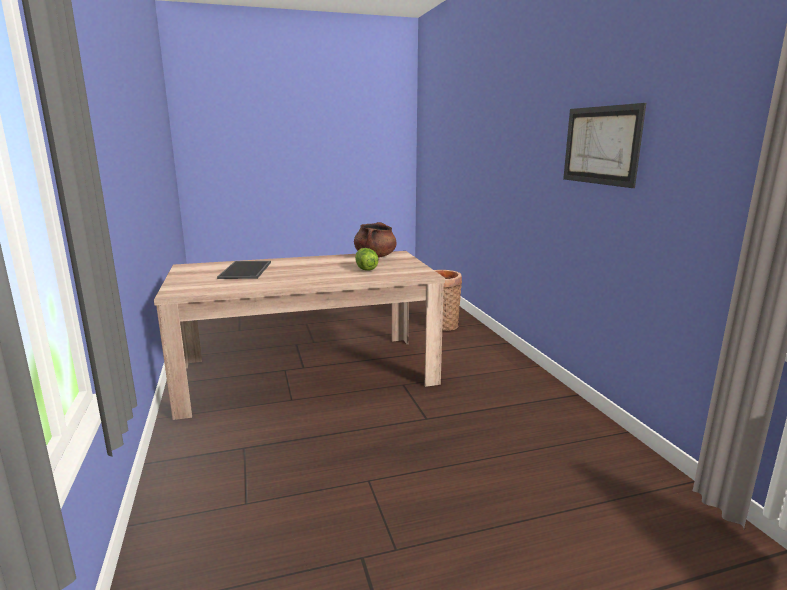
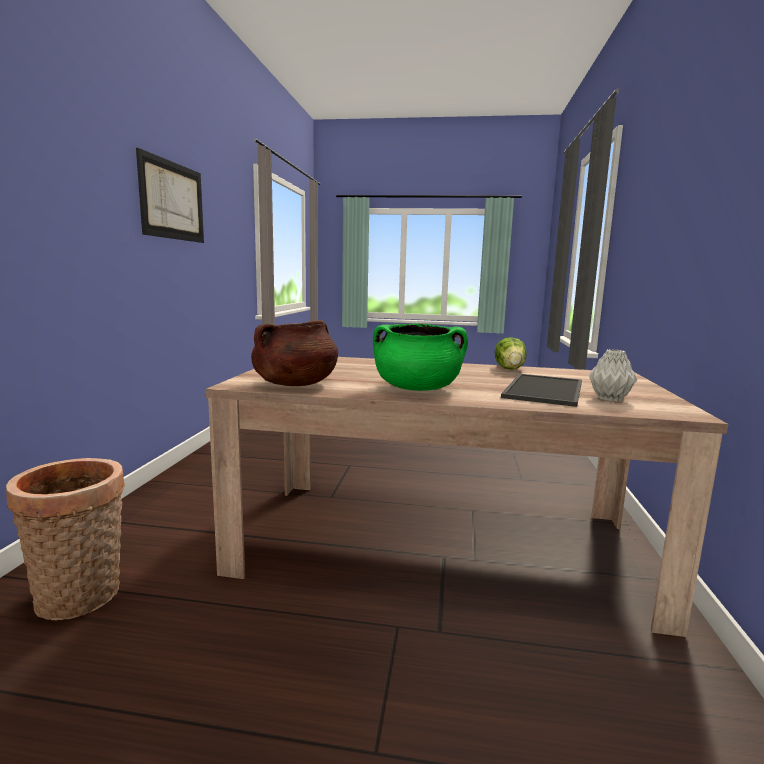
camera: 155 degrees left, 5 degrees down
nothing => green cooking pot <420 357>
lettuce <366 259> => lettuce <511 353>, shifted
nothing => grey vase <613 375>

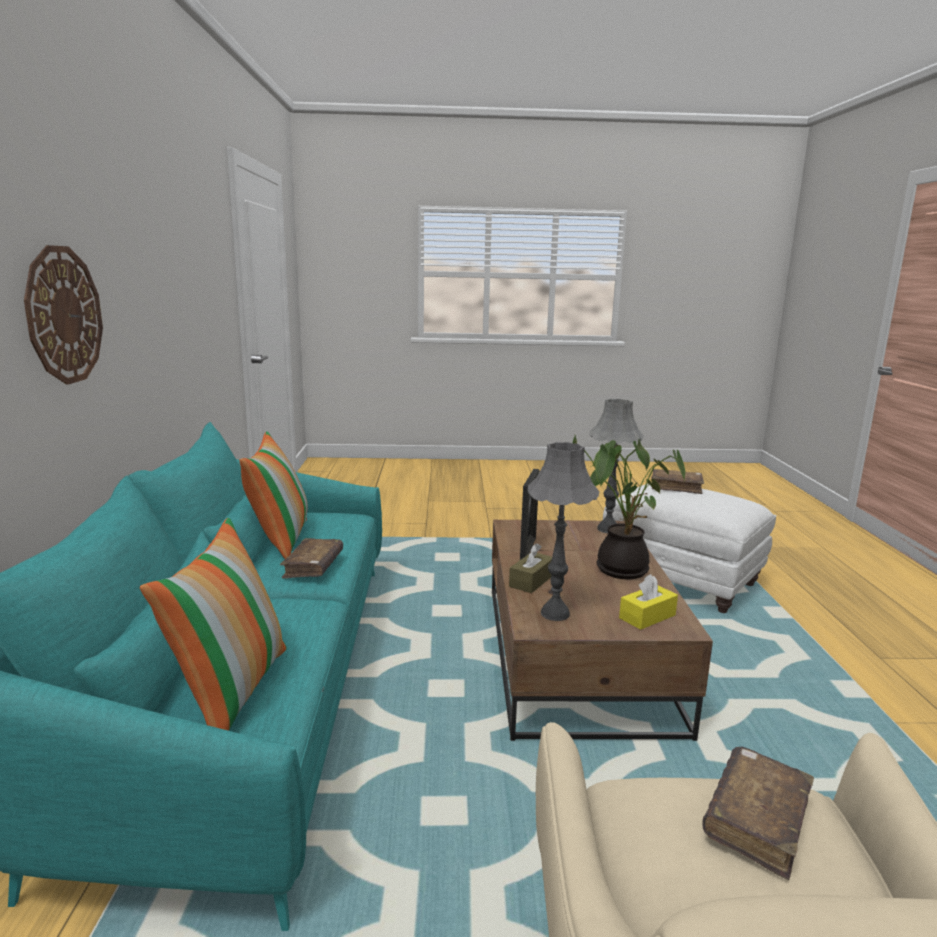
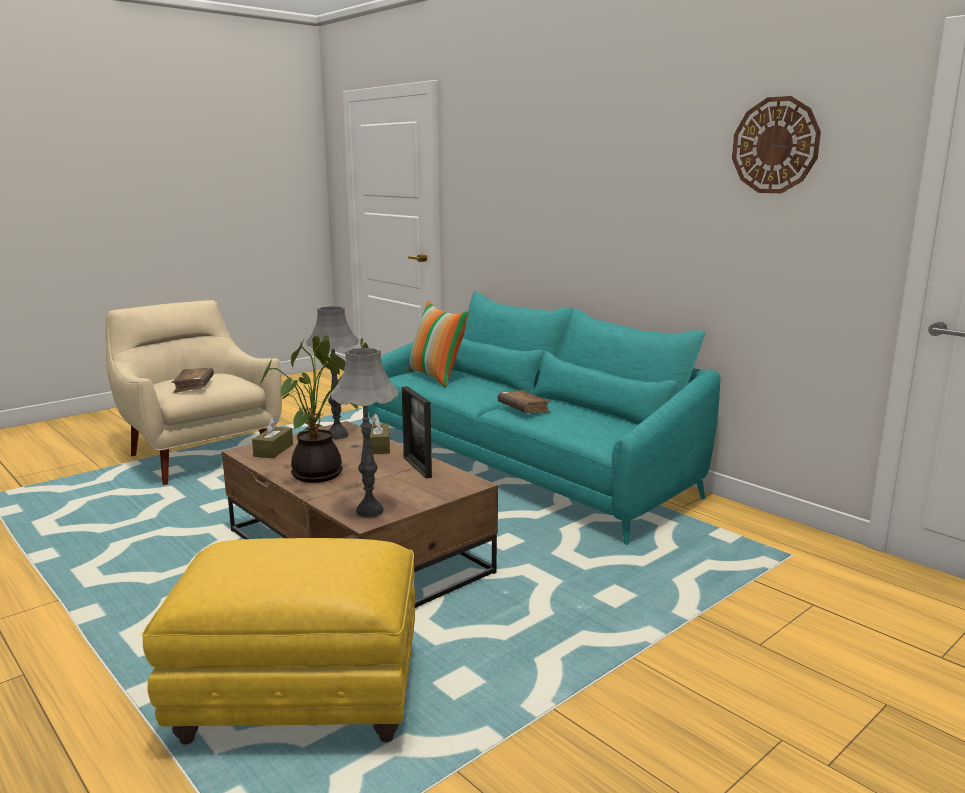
camera: 140 degrees right, 0 degrees up
white ottoman <689 548> => yellow ottoman <278 641>
yellow tissue box <648 602> => brown tissue box <272 437>
wall clock <63 315> => wall clock <776 144>, shifted
pillow <273 495> => nothing
brown book <677 481> => nothing

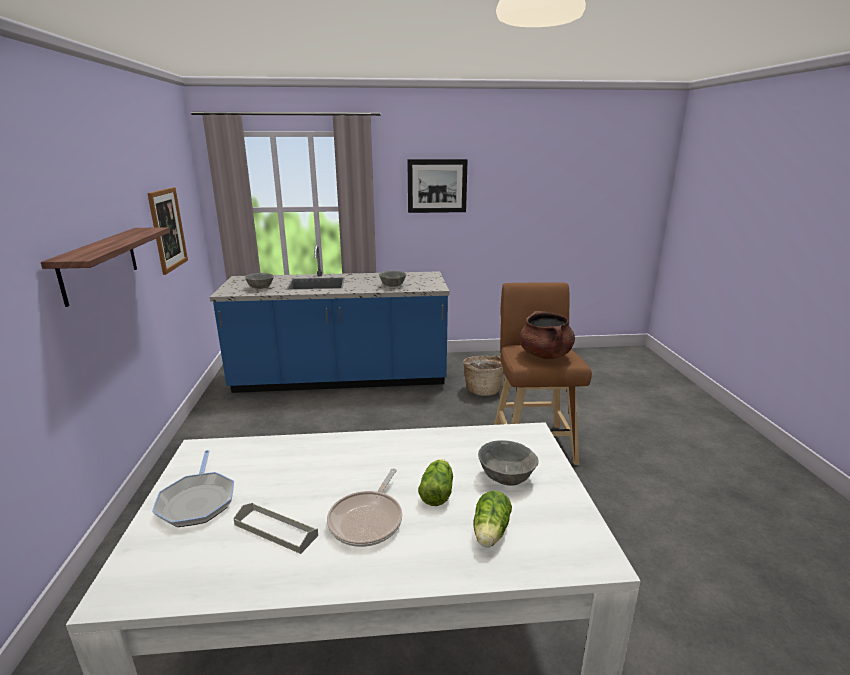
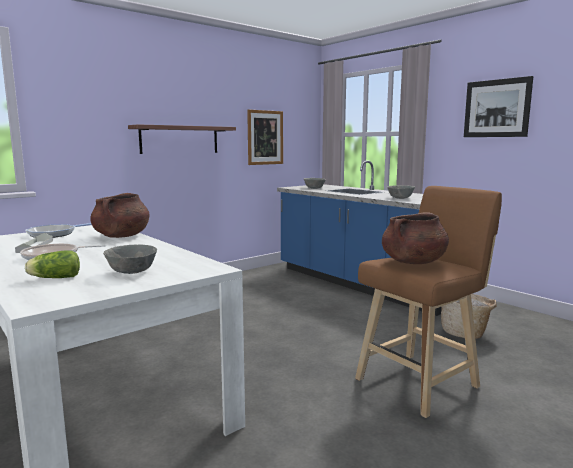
camera: 55 degrees right, 10 degrees down
nothing => brown cooking pot <120 215>
lettuce <435 482> => nothing

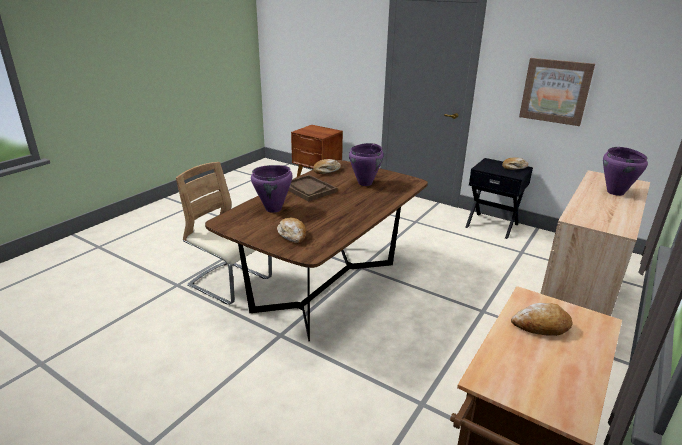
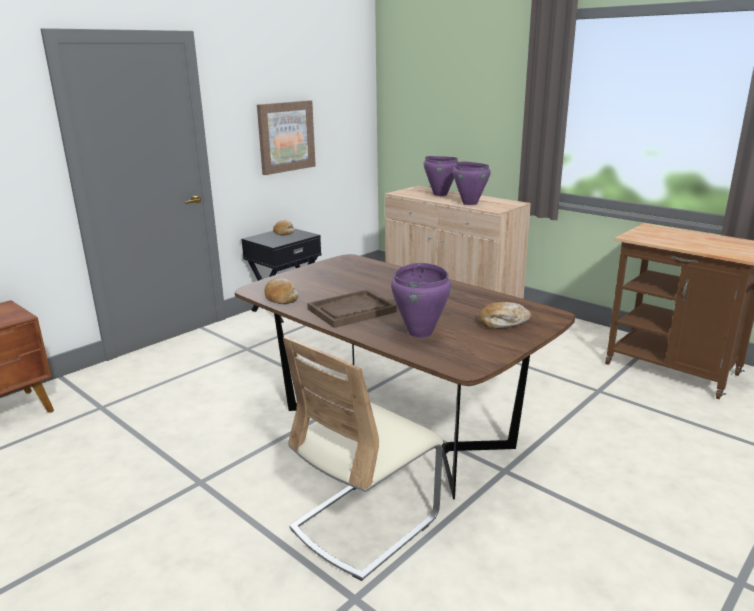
camera: 80 degrees left, 5 degrees down
purple cooking pot <366 164> => purple cooking pot <472 183>, shifted
bread <542 319> => nothing

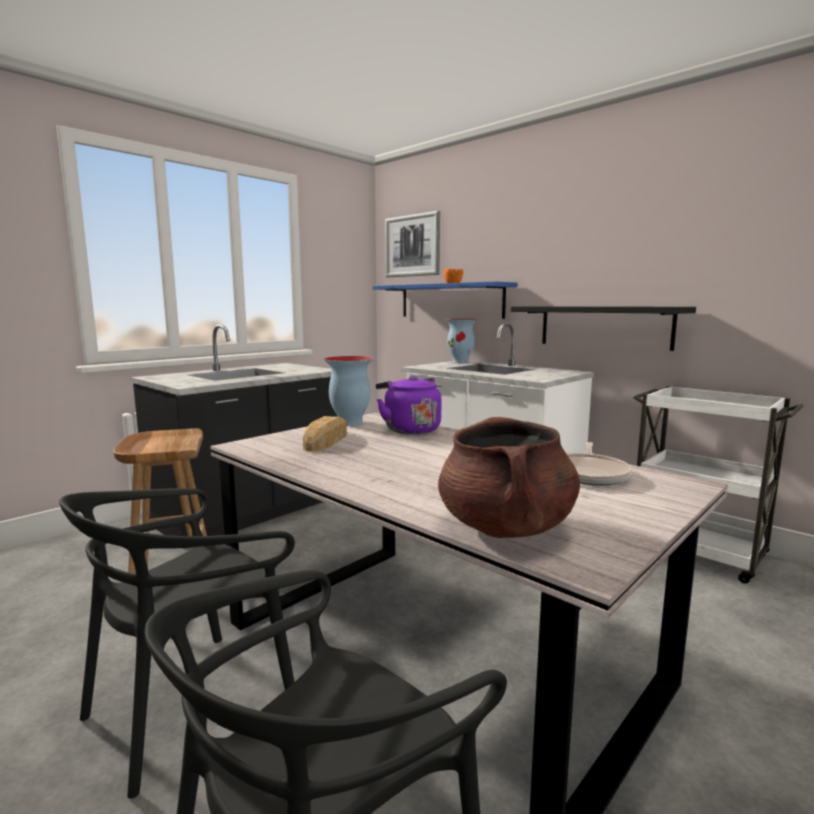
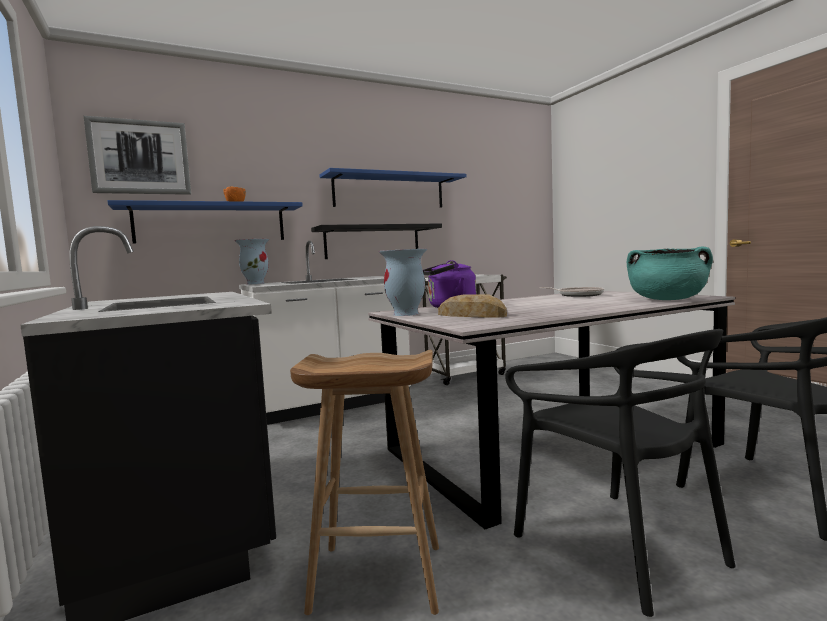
camera: 70 degrees left, 5 degrees down
nothing => blue shelf <393 188>
brown cooking pot <509 477> => turquoise cooking pot <670 273>

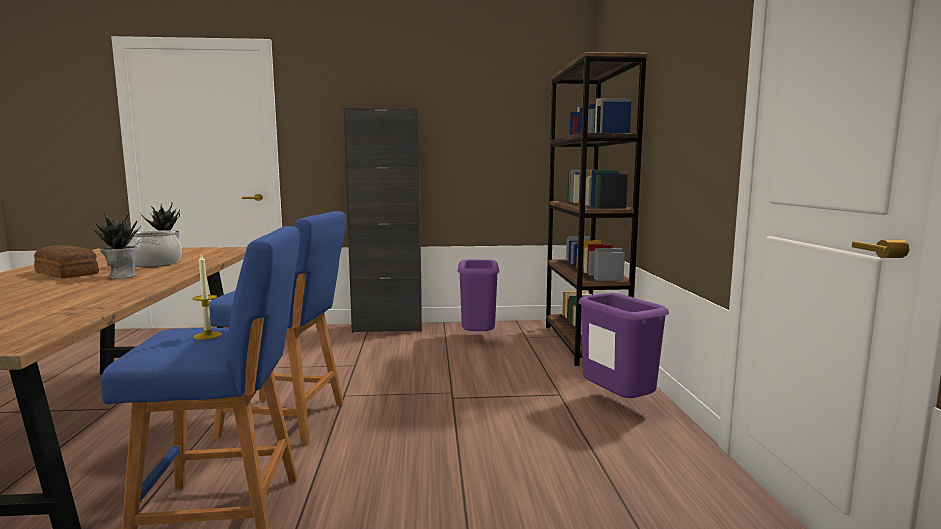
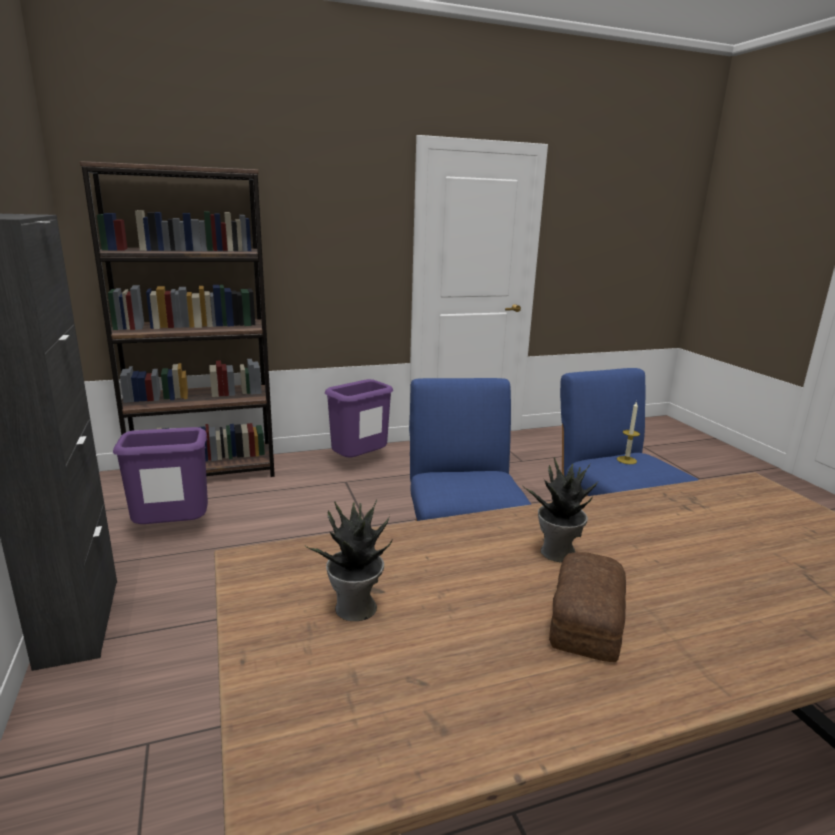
camera: 105 degrees left, 10 degrees up
cooking pot <154 248> => nothing

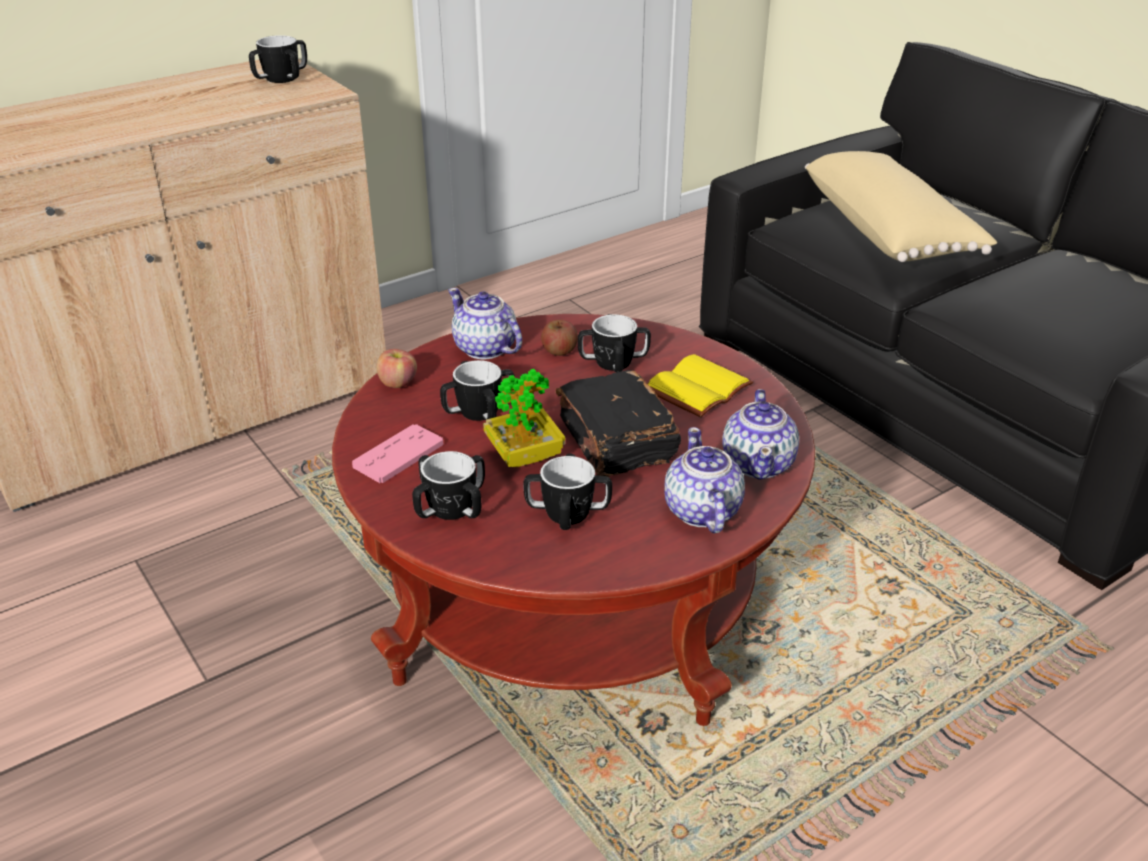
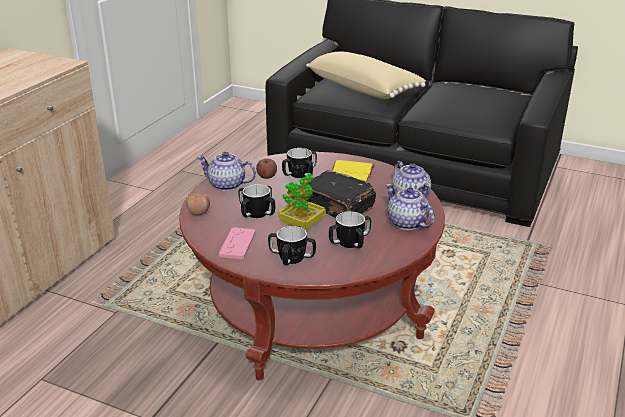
camera: 30 degrees left, 5 degrees down
mug <278 59> => nothing

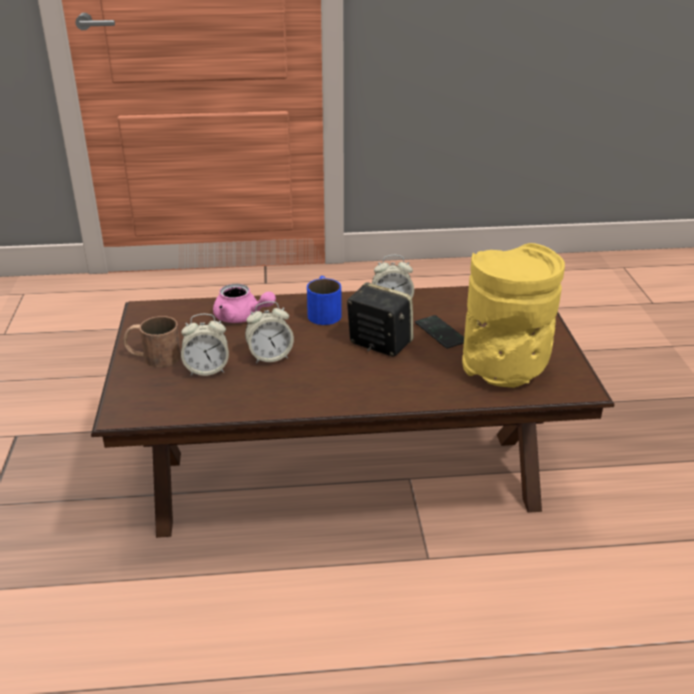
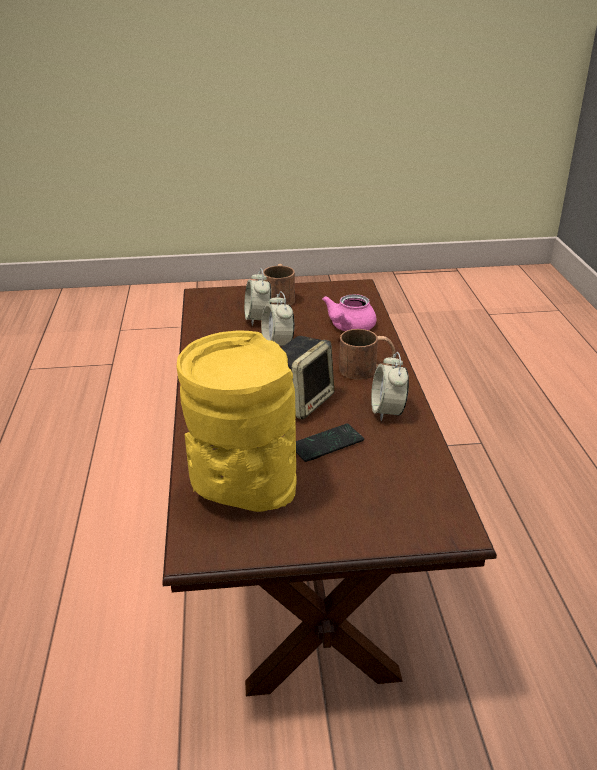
camera: 90 degrees right, 0 degrees up
blue mug <324 300> => brown mug <367 354>

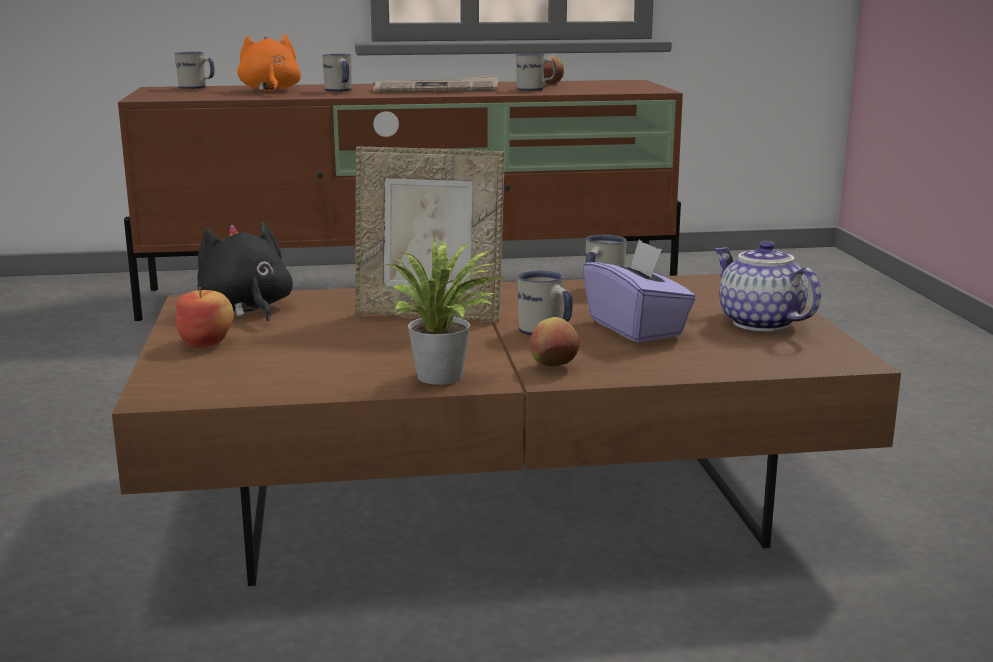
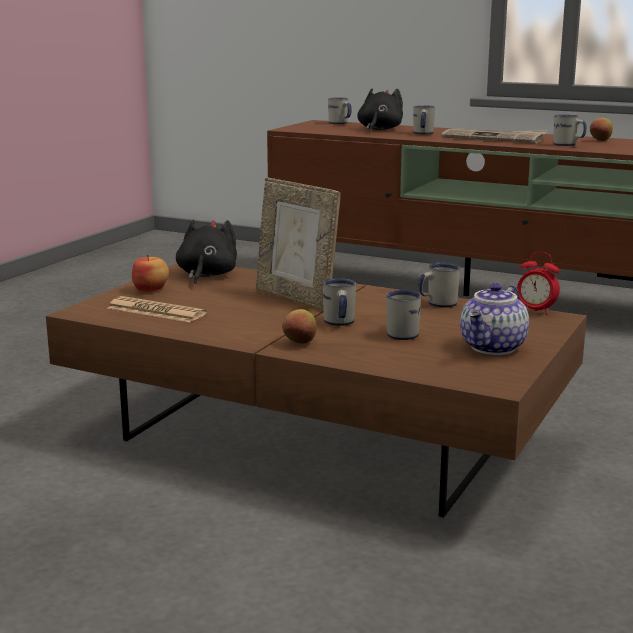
camera: 35 degrees right, 0 degrees up
nothing => newspaper <157 309>
orange plush toy <269 62> => black plush toy <380 110>
purple tissue box <639 291> => white mug <403 315>
teapot <768 286> => teapot <494 319>, 150 degrees counterclockwise
nothing => alarm clock <538 283>
potted plant <445 310> => nothing

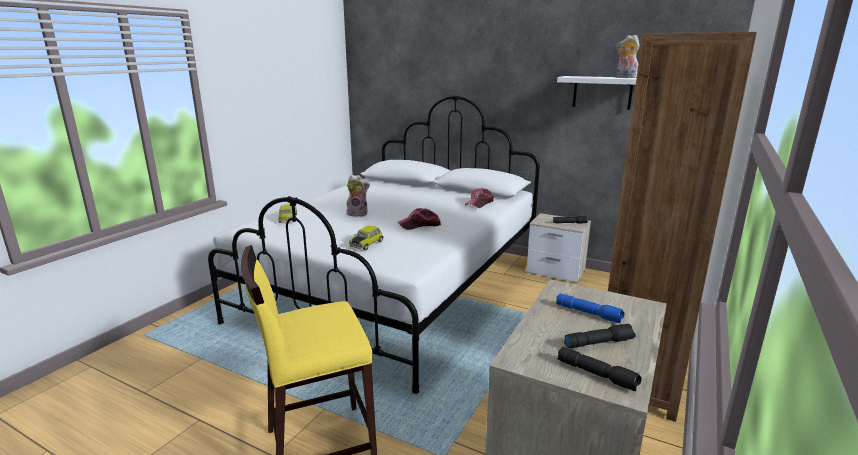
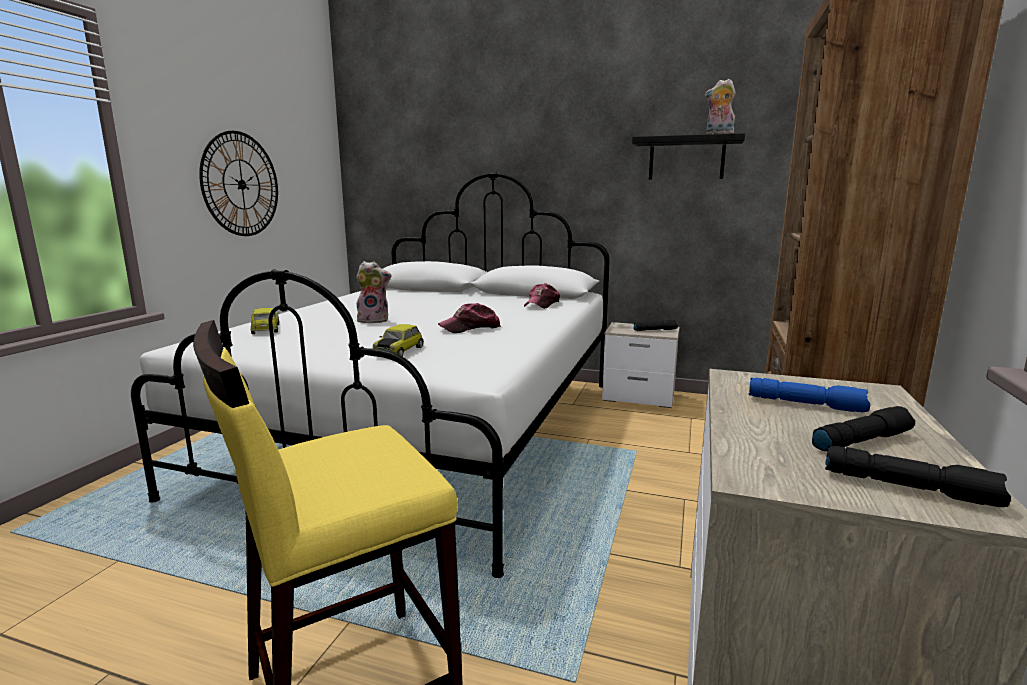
camera: 10 degrees left, 5 degrees down
nothing => wall clock <238 183>
white shelf <597 93> => black shelf <688 156>

